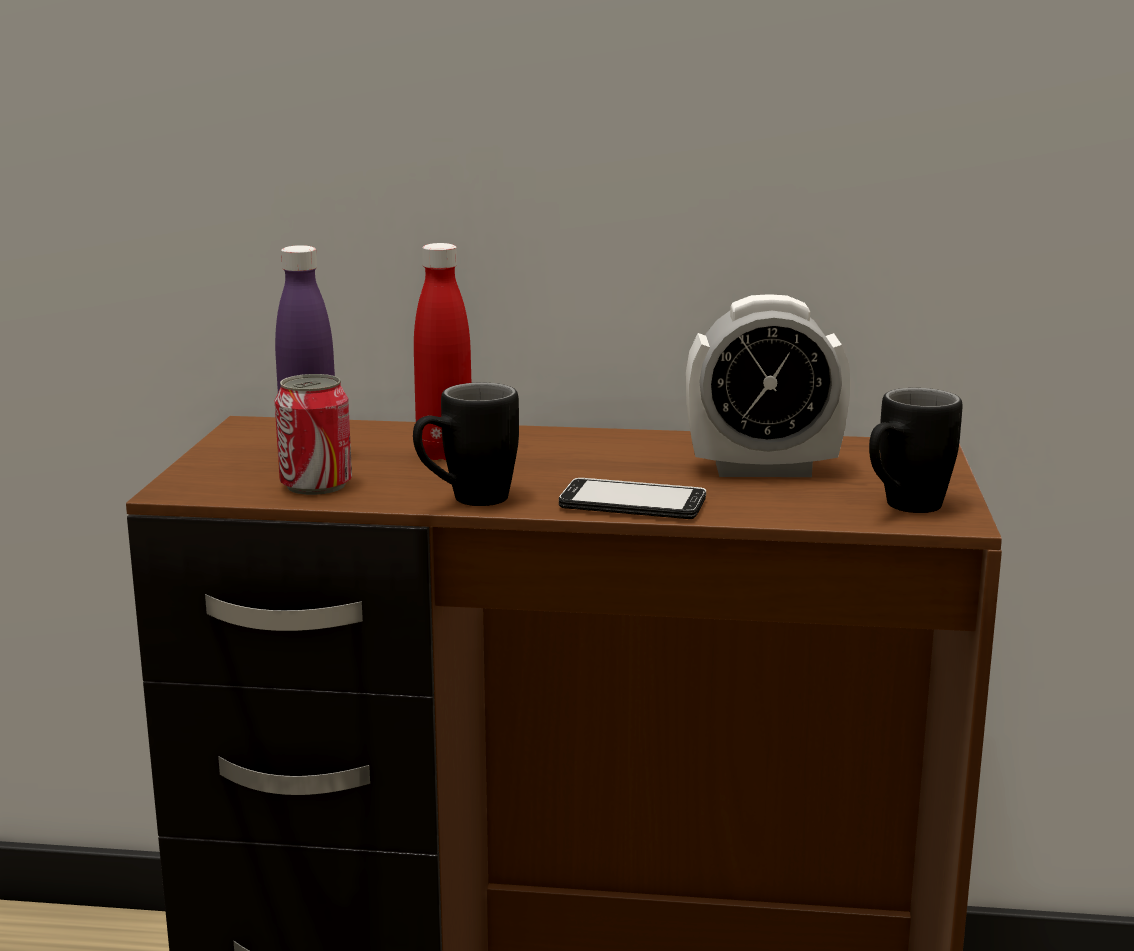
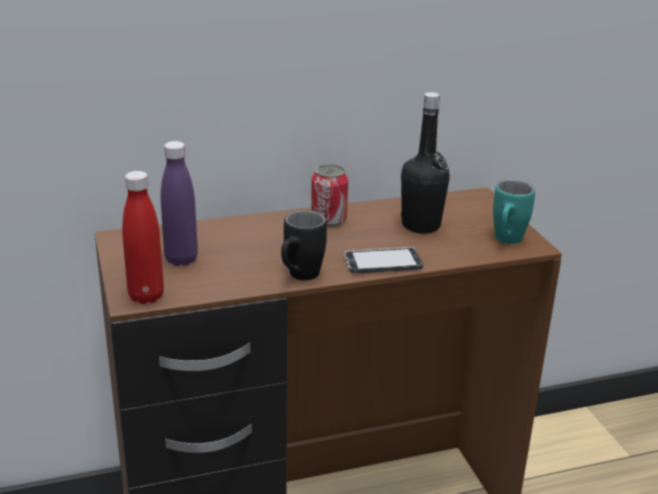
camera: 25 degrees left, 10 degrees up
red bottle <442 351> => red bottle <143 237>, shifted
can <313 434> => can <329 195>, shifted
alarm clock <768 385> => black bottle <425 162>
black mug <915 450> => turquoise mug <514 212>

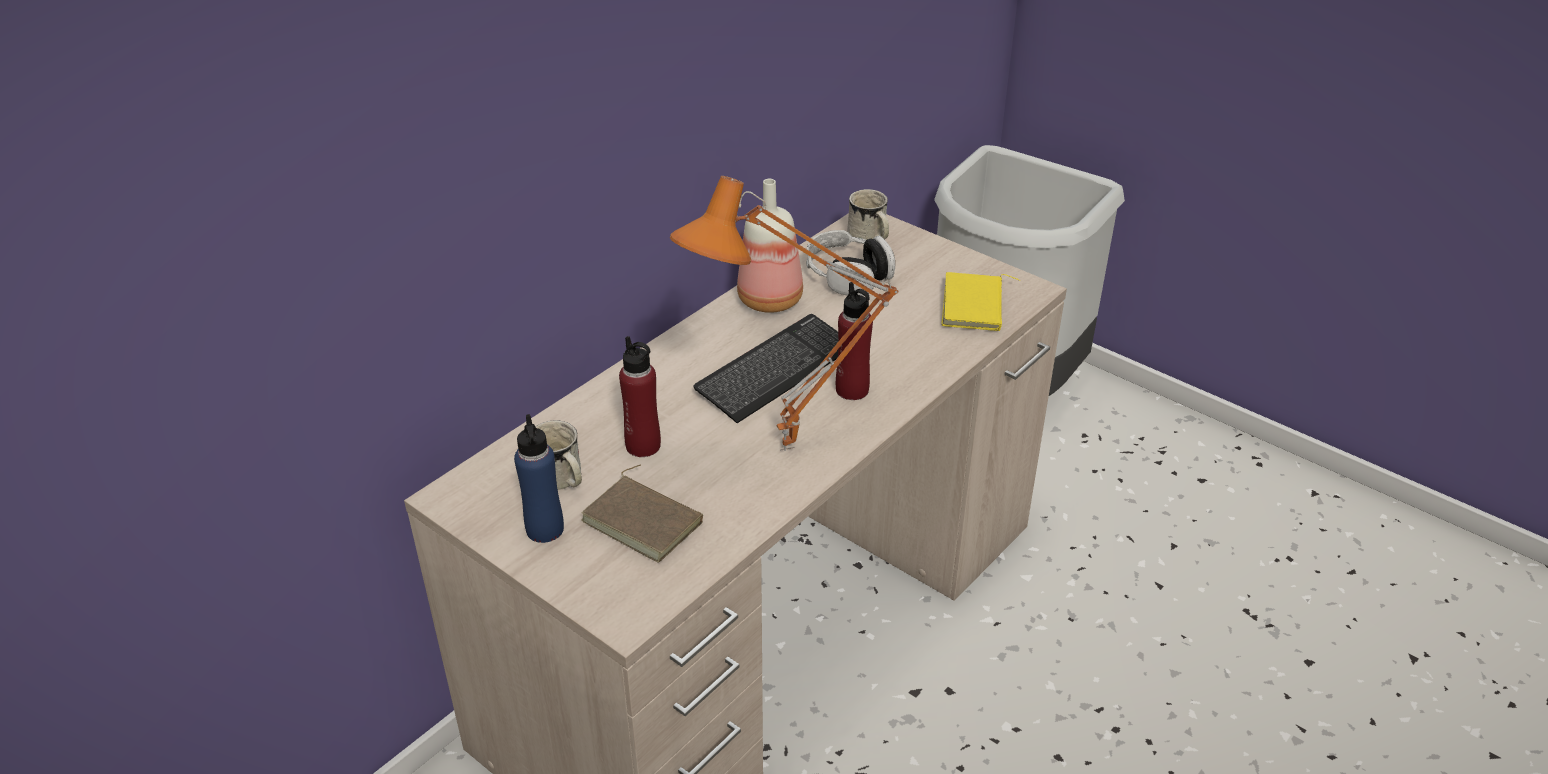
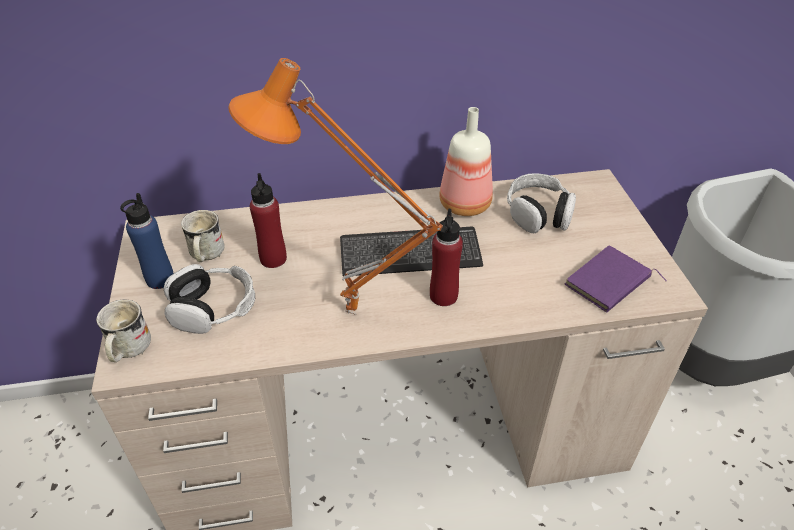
camera: 40 degrees right, 5 degrees up
white mug <868 214> => white mug <123 330>, shifted
brown book <642 514> => headphones <209 299>
yellow book <980 301> => purple book <616 279>

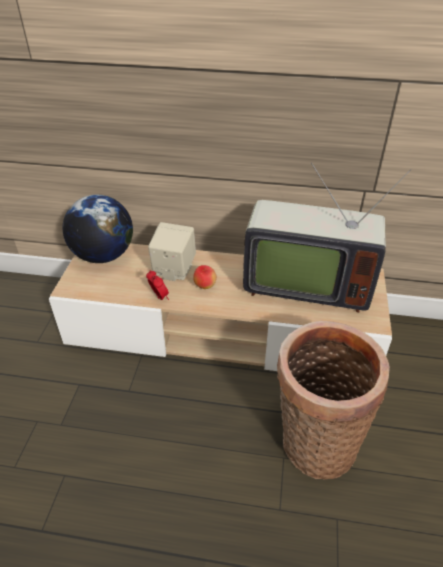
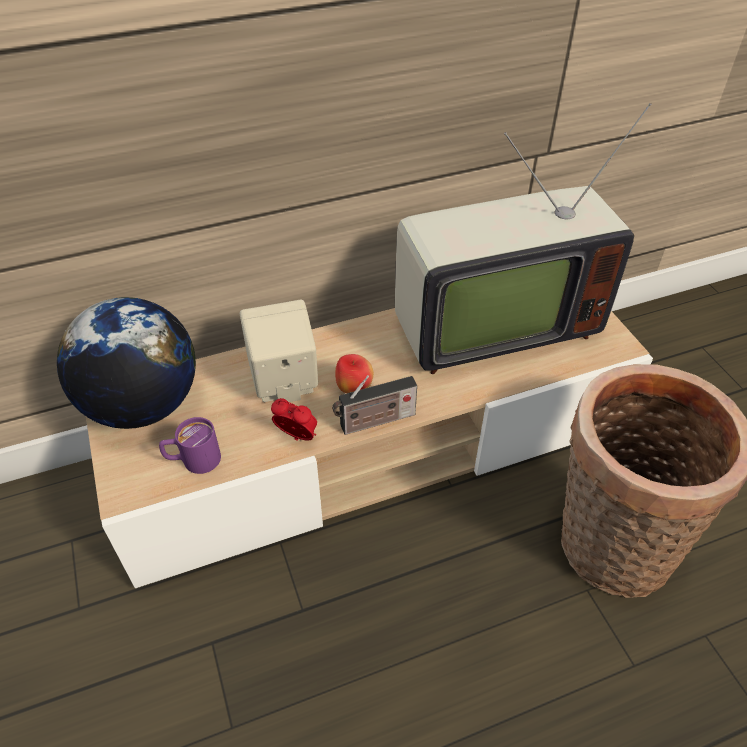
camera: 30 degrees left, 5 degrees up
nothing => purple mug <190 445>
nothing => radio <374 405>

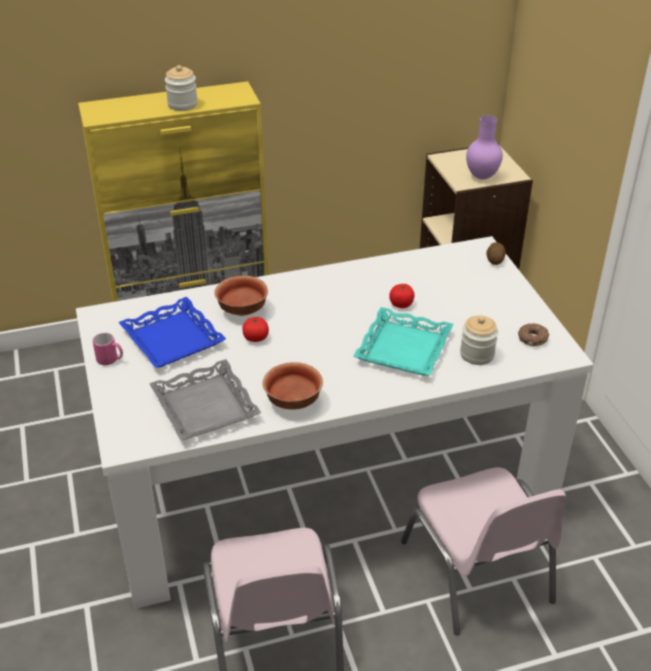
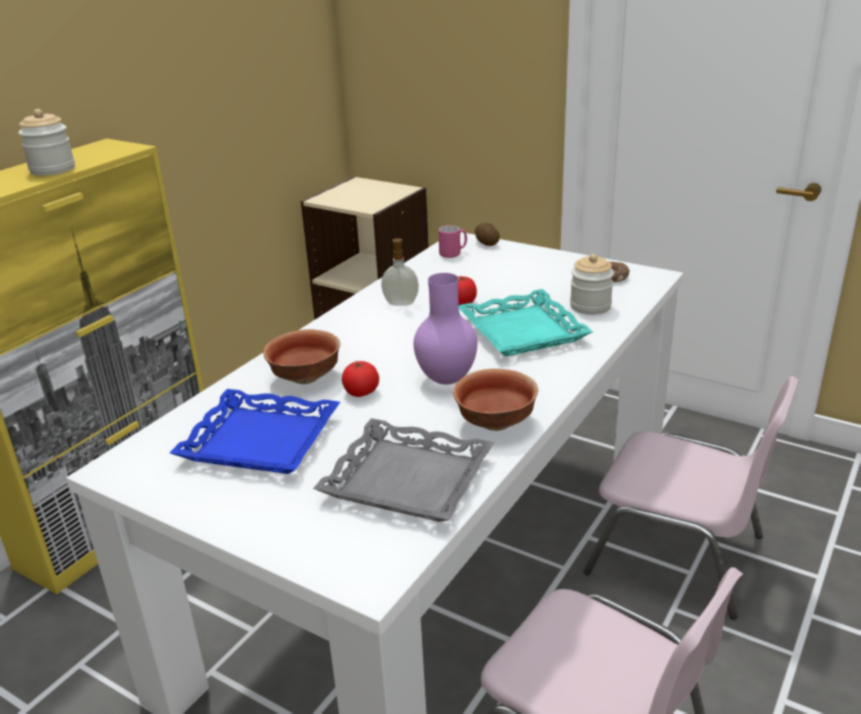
camera: 40 degrees left, 10 degrees down
nothing => soap dispenser <400 272>
purple vase <484 147> => purple vase <445 329>, shifted
pink mug <108 349> => pink mug <452 241>, shifted

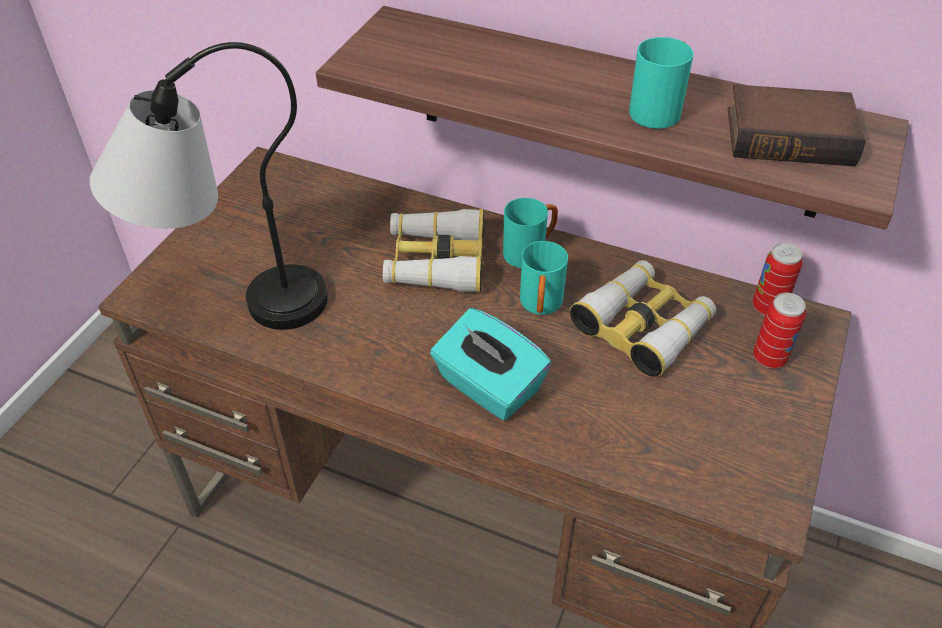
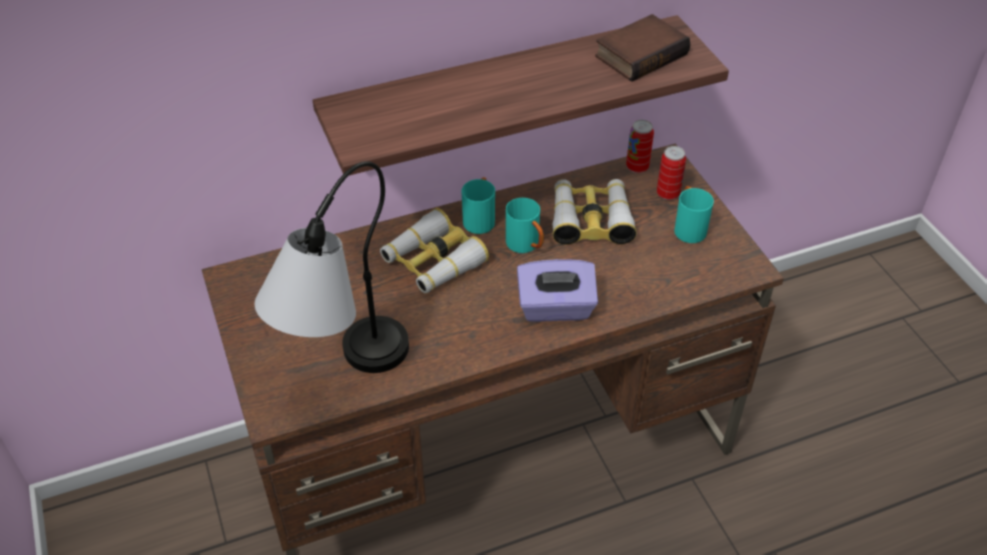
camera: 45 degrees left, 0 degrees up
turquoise tissue box <490 364> => purple tissue box <557 290>
turquoise mug <661 83> => turquoise mug <694 214>, shifted

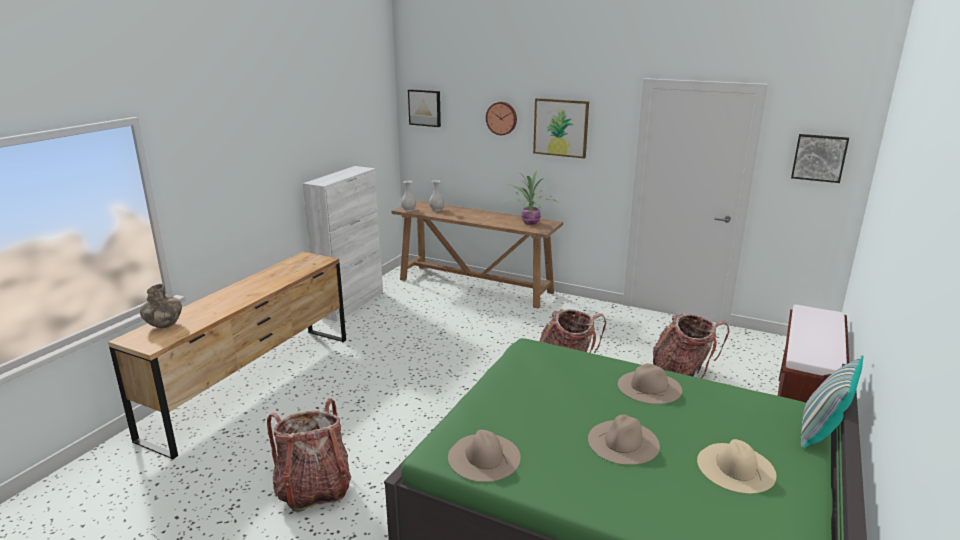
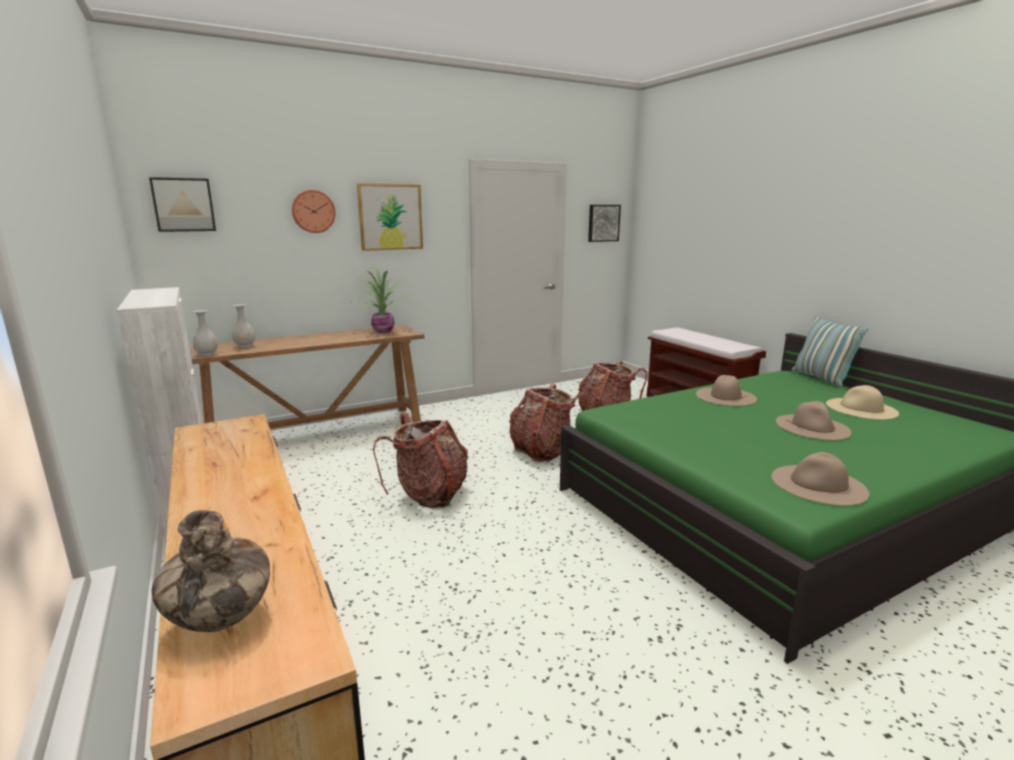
camera: 55 degrees left, 5 degrees down
backpack <309 455> => backpack <420 461>, shifted

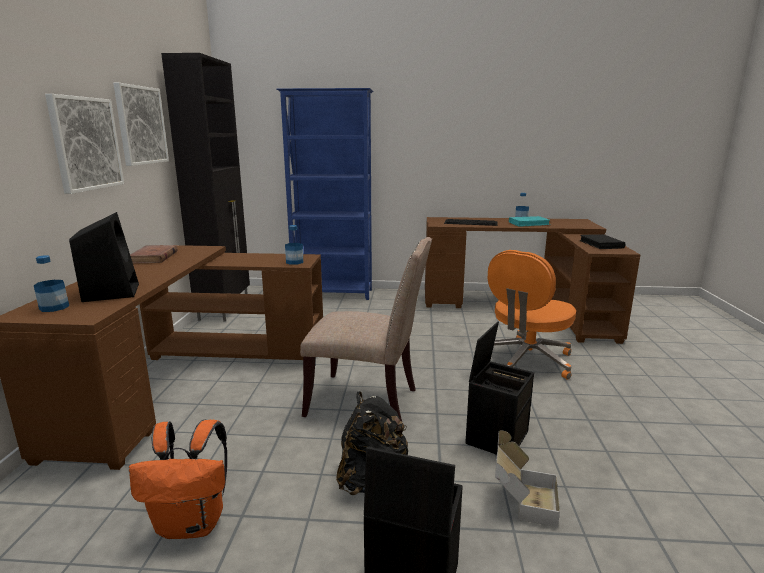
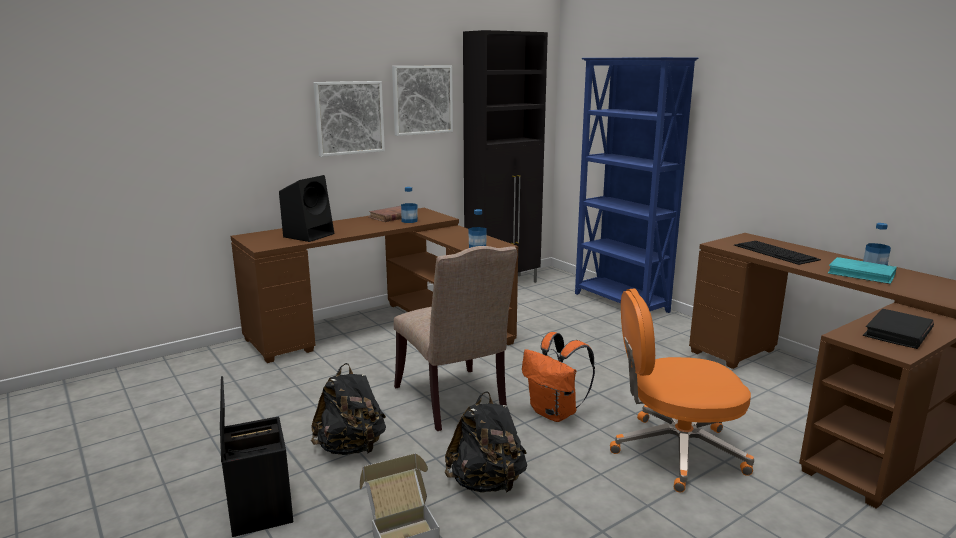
camera: 50 degrees right, 0 degrees up
bottle <51 283> => bottle <409 205>, shifted
black storage box <499 388> => black backpack <486 442>
orange backpack <178 479> => orange backpack <558 377>, shifted

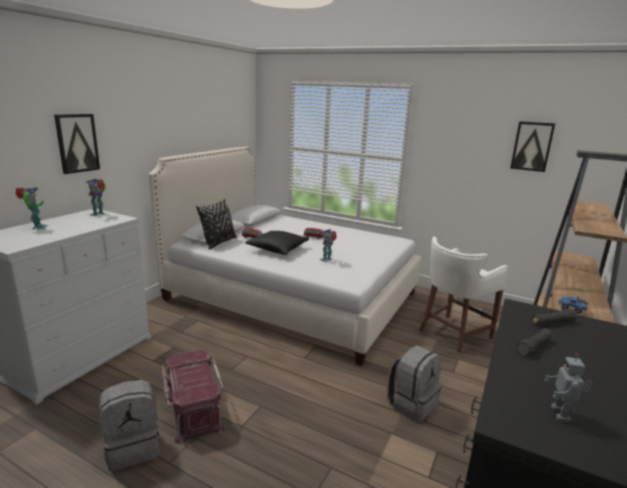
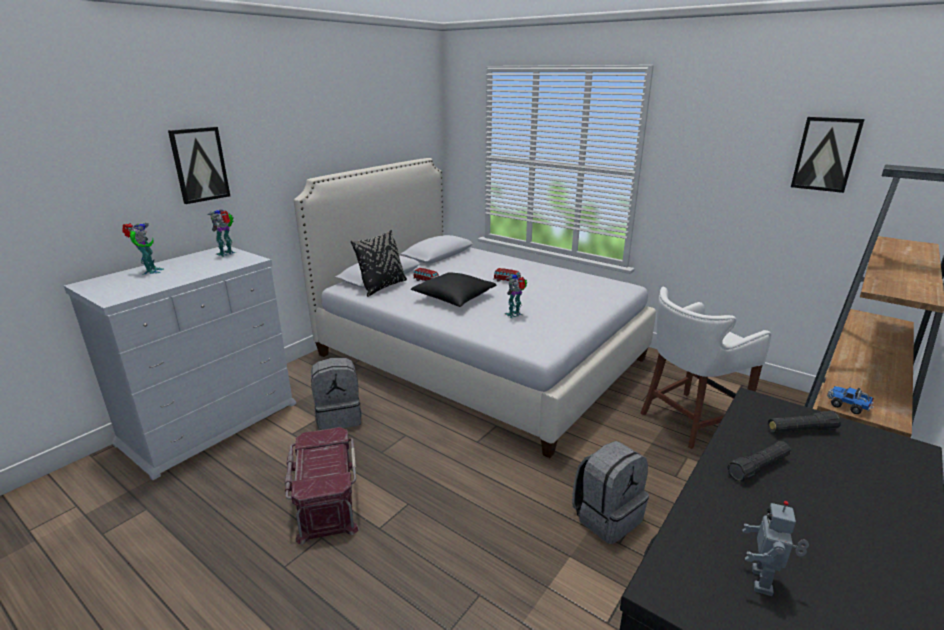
camera: 10 degrees right, 5 degrees up
grey backpack <129 425> => grey backpack <336 394>, shifted

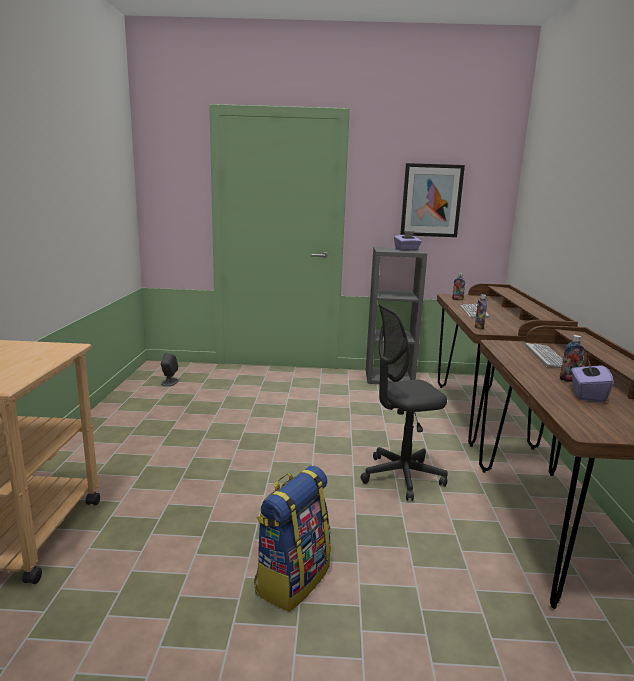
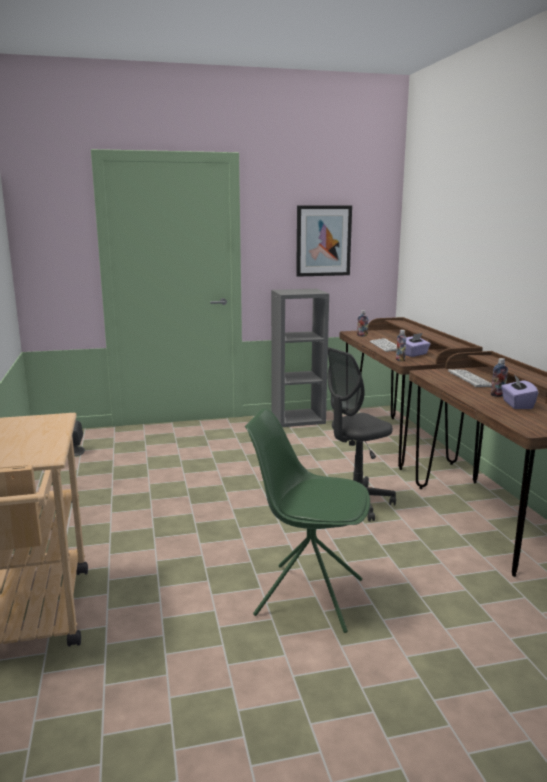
camera: 15 degrees left, 0 degrees up
backpack <292 539> => green chair <307 521>
purple tissue box <408 241> => purple tissue box <418 345>, shifted

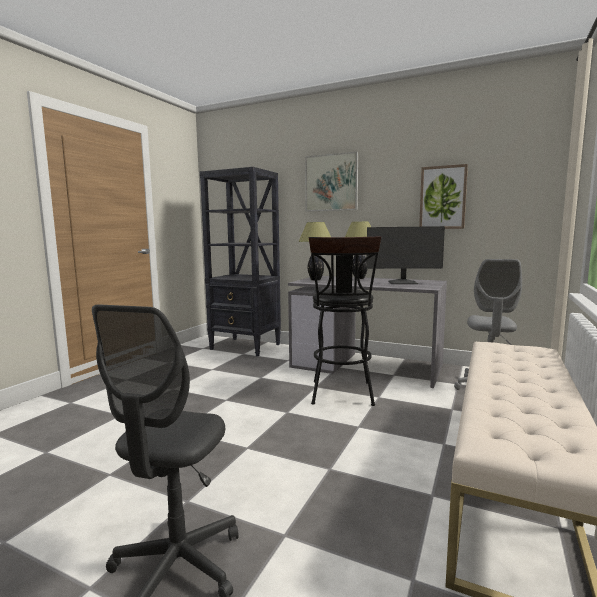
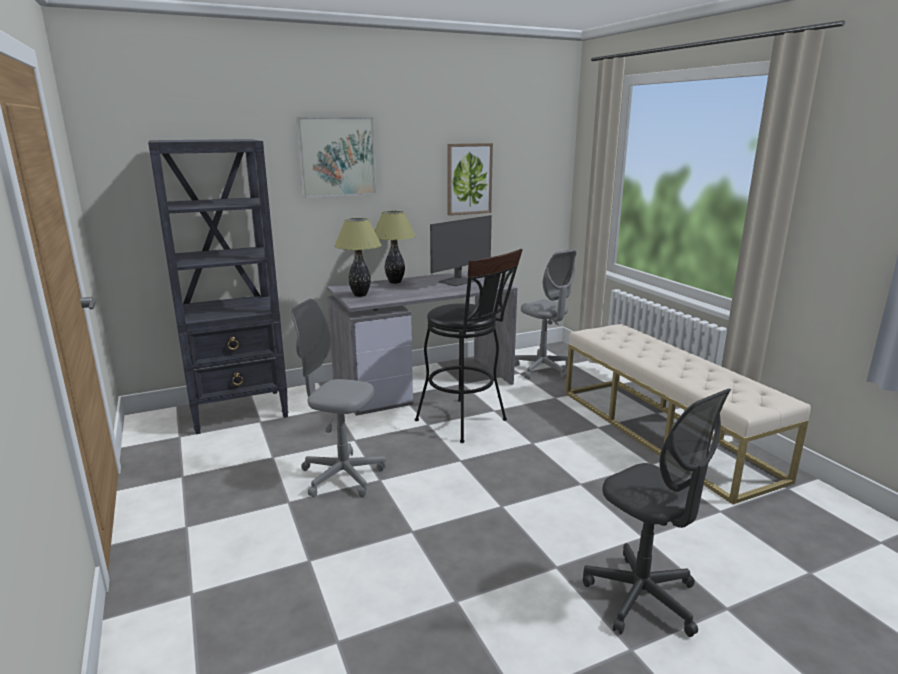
camera: 50 degrees left, 10 degrees up
nothing => grey office chair <338 398>

